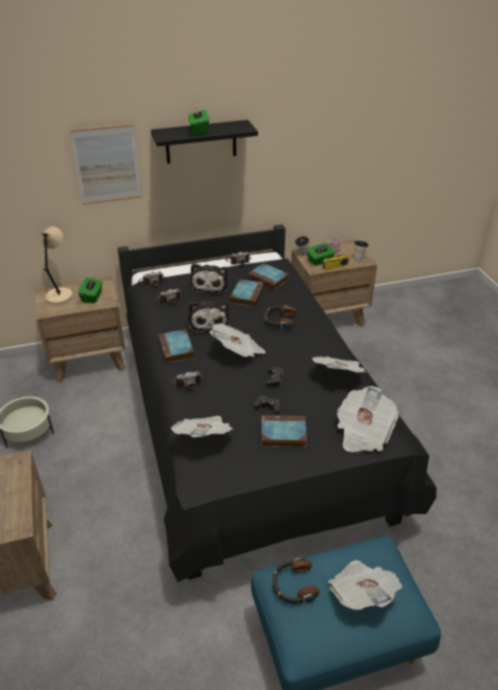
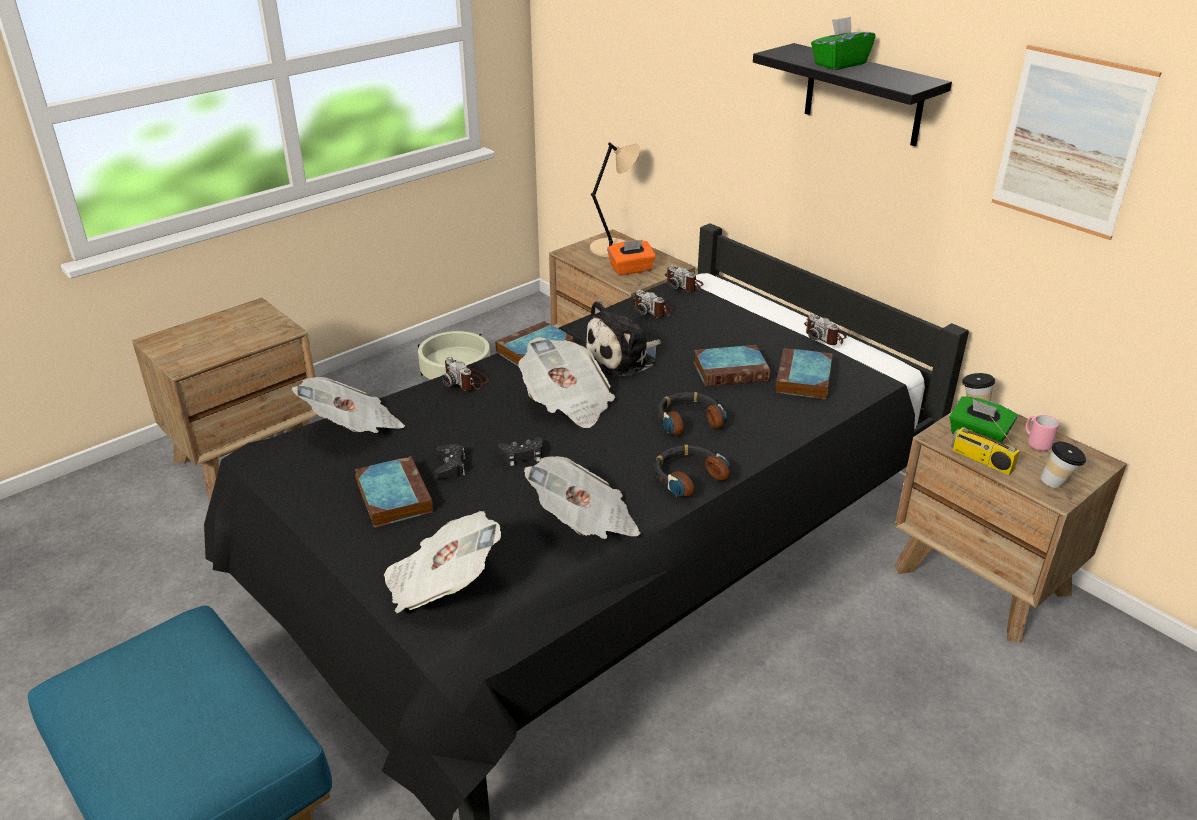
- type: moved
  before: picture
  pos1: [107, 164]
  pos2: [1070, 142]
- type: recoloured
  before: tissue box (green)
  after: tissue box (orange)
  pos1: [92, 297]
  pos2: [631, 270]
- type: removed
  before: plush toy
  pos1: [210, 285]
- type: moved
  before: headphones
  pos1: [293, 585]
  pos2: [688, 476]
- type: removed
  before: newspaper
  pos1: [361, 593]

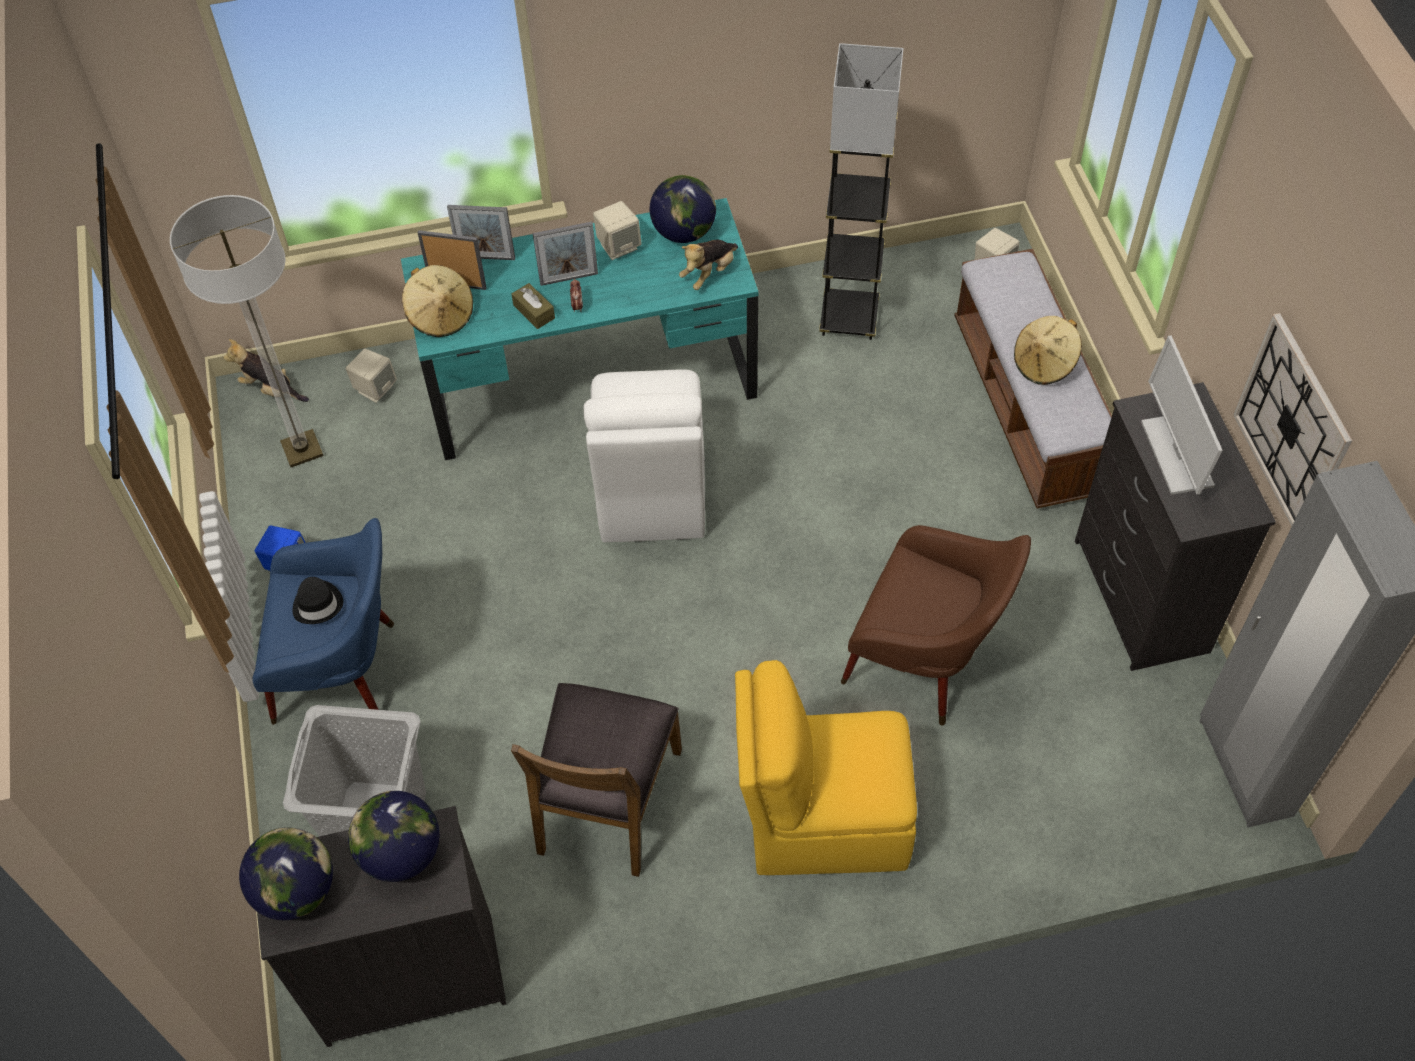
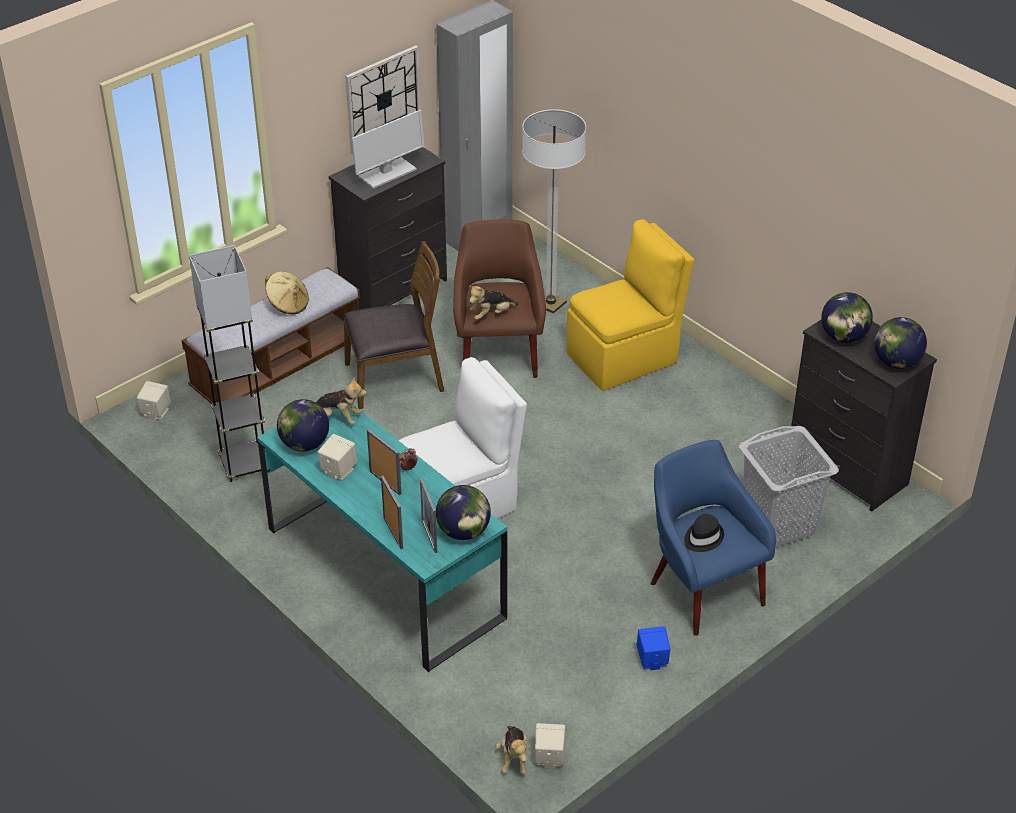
- type: moved
  before: floor lamp
  pos1: [302, 449]
  pos2: [550, 304]
- type: moved
  before: speaker (beige)
  pos1: [375, 388]
  pos2: [549, 757]
- type: replaced
  before: hat (beige)
  after: globe
  pos1: [441, 316]
  pos2: [463, 532]
- type: removed
  before: tissue box (brown)
  pos1: [534, 312]
- type: moved
  before: chair (brown)
  pos1: [606, 801]
  pos2: [395, 378]
- type: turned
  before: chair (yellow)
  pos1: [822, 819]
  pos2: [624, 357]
  turn: -90
- type: added
  after: plush toy
  pos2: [491, 314]

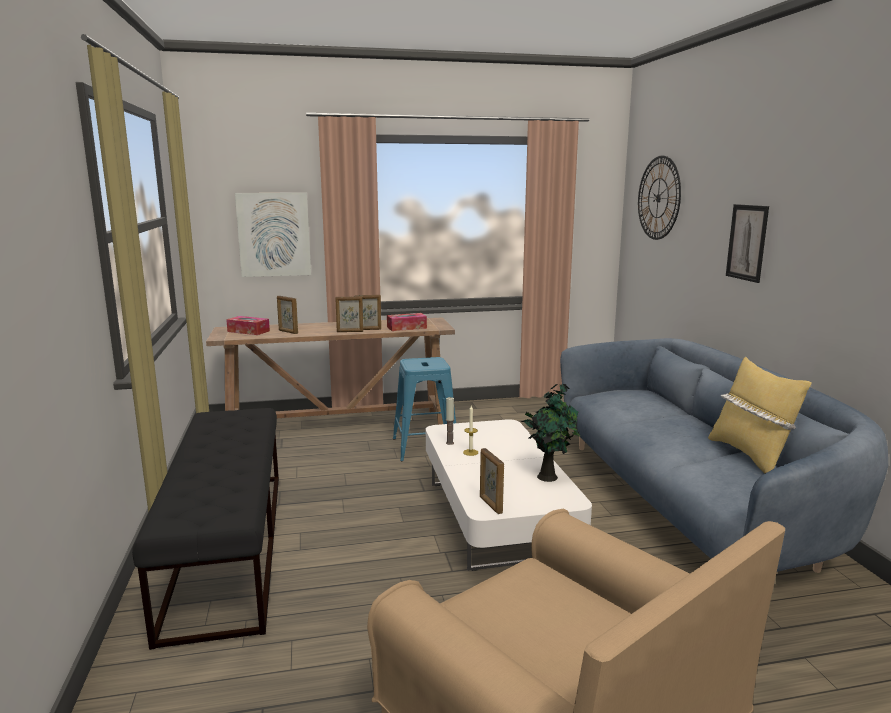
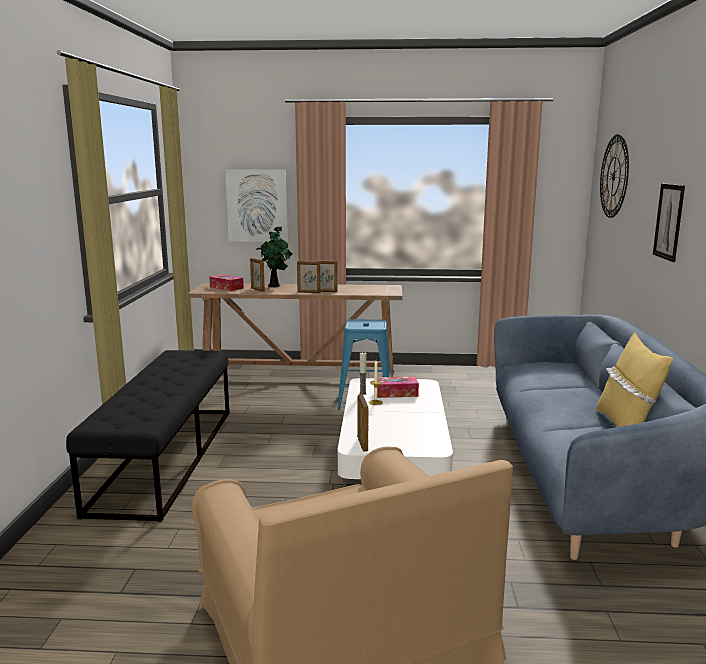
- type: moved
  before: tissue box
  pos1: [406, 327]
  pos2: [396, 393]
- type: moved
  before: potted plant
  pos1: [549, 476]
  pos2: [275, 285]

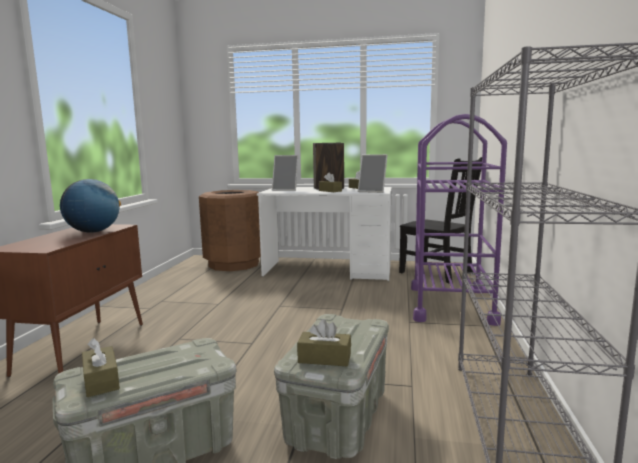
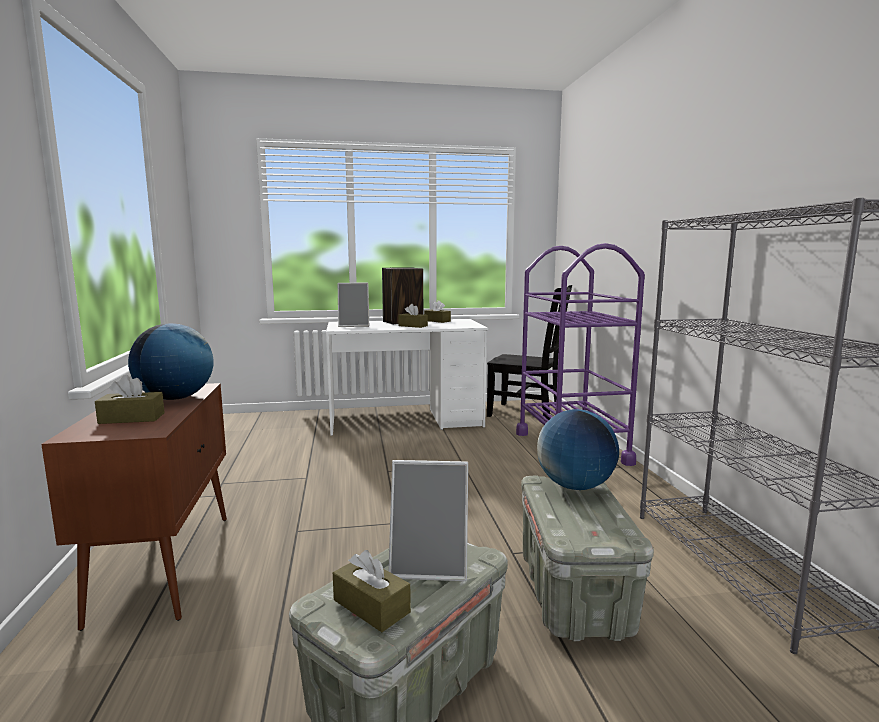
- type: removed
  before: trash can (brown)
  pos1: [234, 264]
- type: moved
  before: tissue box (brown)
  pos1: [324, 358]
  pos2: [132, 418]
- type: moved
  before: picture frame
  pos1: [373, 191]
  pos2: [430, 565]
- type: added
  after: globe
  pos2: [575, 486]

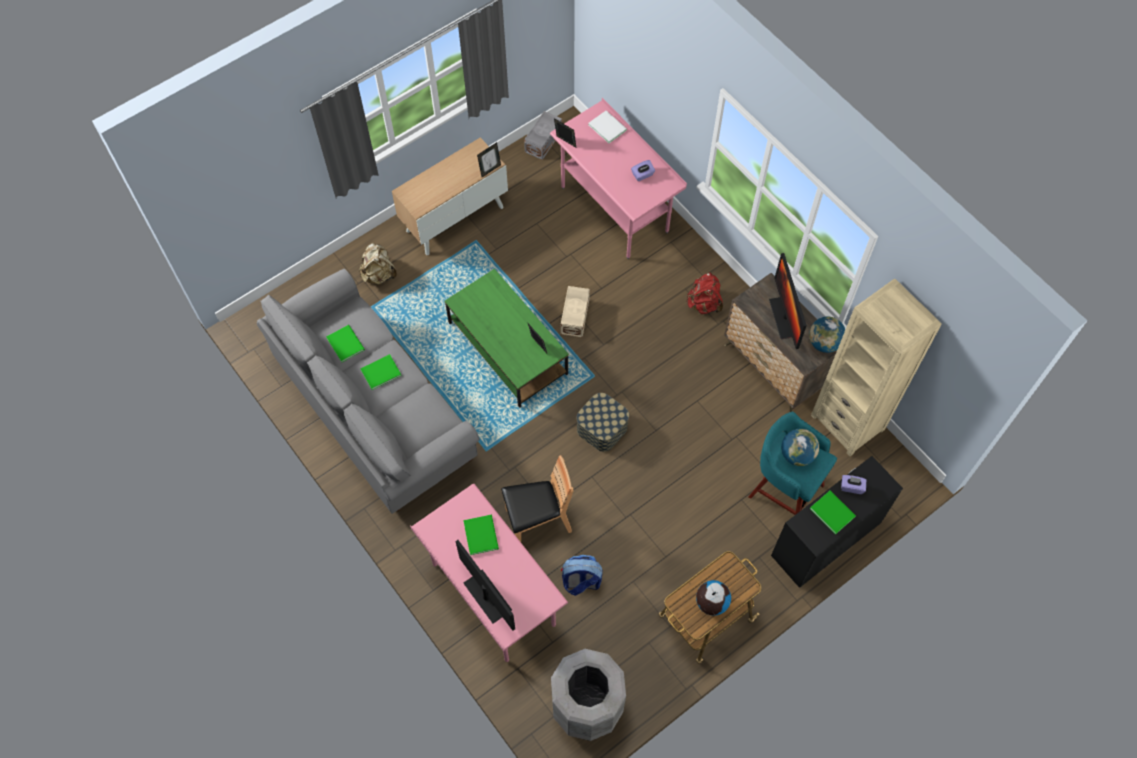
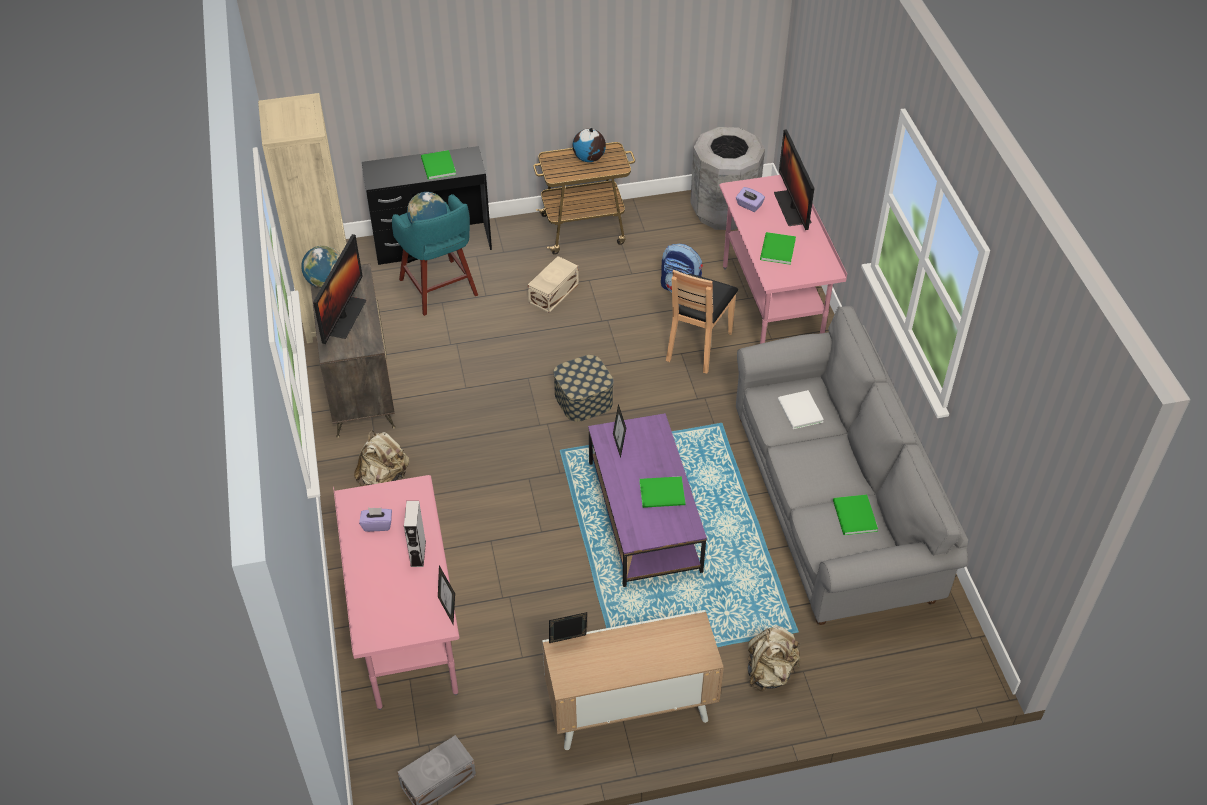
- type: moved
  before: book (green)
  pos1: [379, 372]
  pos2: [663, 494]
- type: recoloured
  before: coffee table (green)
  after: coffee table (purple)
  pos1: [507, 348]
  pos2: [644, 516]
- type: turned
  before: chair (brown)
  pos1: [538, 522]
  pos2: [698, 345]
  turn: -75
- type: moved
  before: storage box (beige)
  pos1: [575, 316]
  pos2: [552, 293]
- type: moved
  before: book (white)
  pos1: [607, 126]
  pos2: [799, 412]
- type: recoloured
  before: backpack (red)
  after: backpack (beige)
  pos1: [704, 304]
  pos2: [383, 477]
- type: moved
  before: tissue box (purple)
  pos1: [851, 487]
  pos2: [749, 205]
- type: added
  after: speaker (grey)
  pos2: [418, 553]

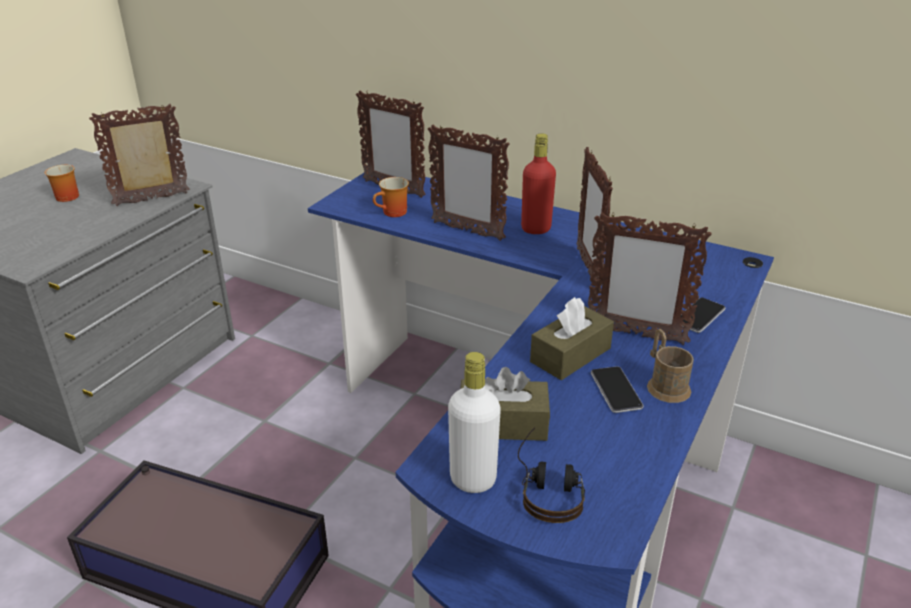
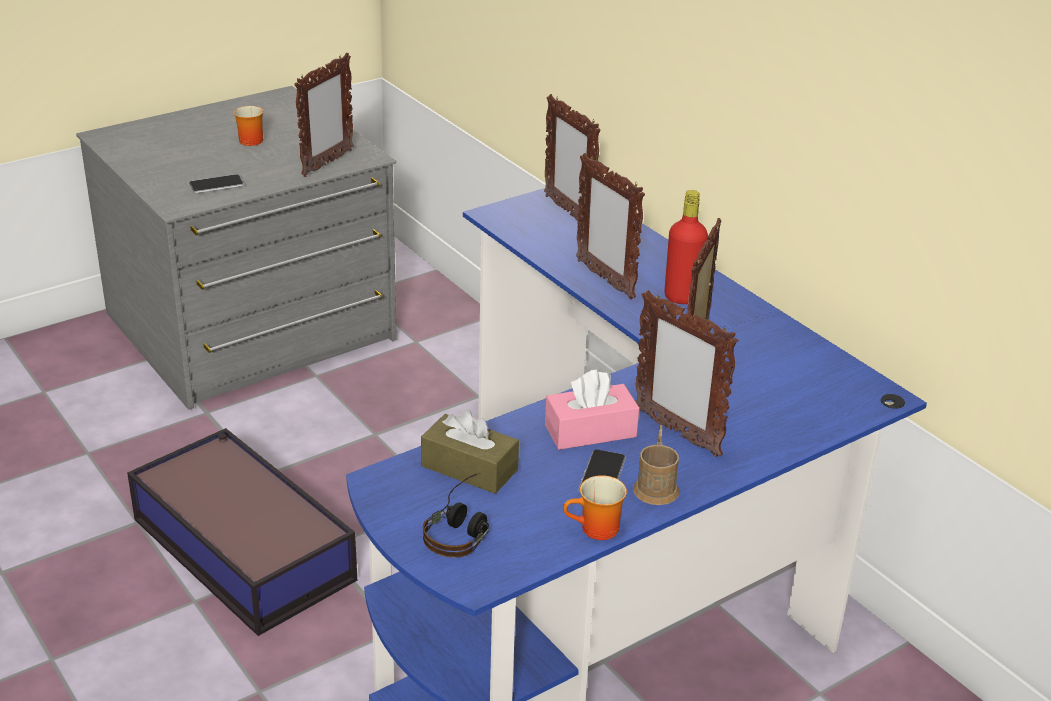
- type: turned
  before: picture frame
  pos1: [152, 199]
  pos2: [327, 163]
  turn: 120
- type: moved
  before: mug
  pos1: [393, 213]
  pos2: [596, 531]
- type: removed
  before: bottle (white)
  pos1: [473, 479]
- type: recoloured
  before: tissue box (brown)
  after: tissue box (pink)
  pos1: [570, 355]
  pos2: [590, 431]
- type: moved
  before: phone
  pos1: [699, 316]
  pos2: [216, 185]

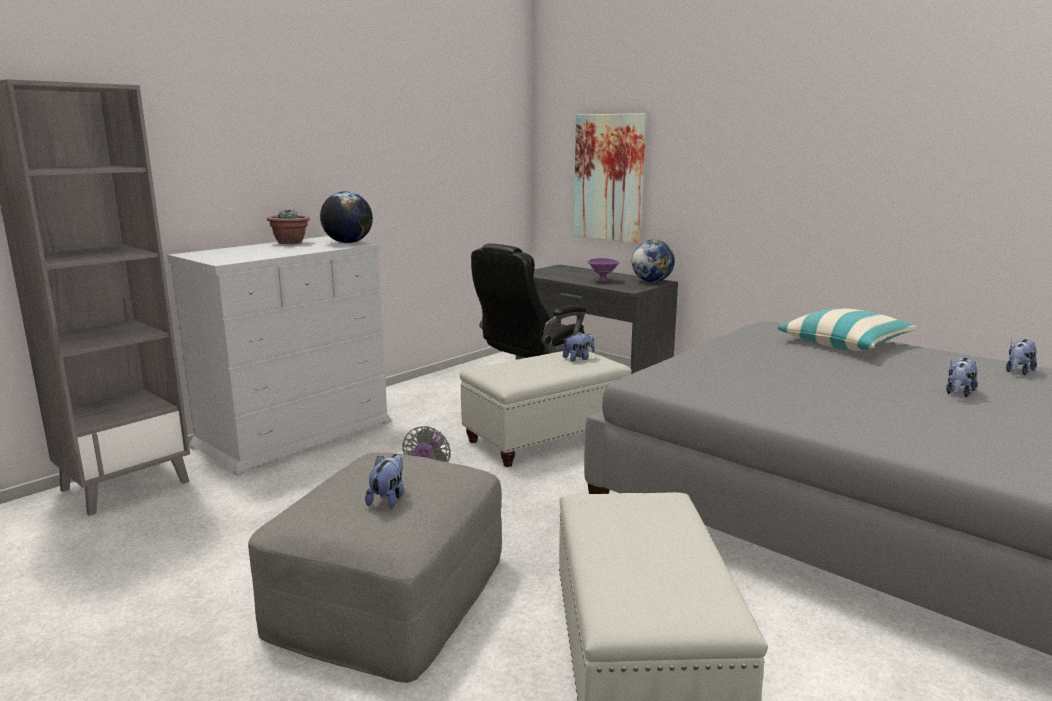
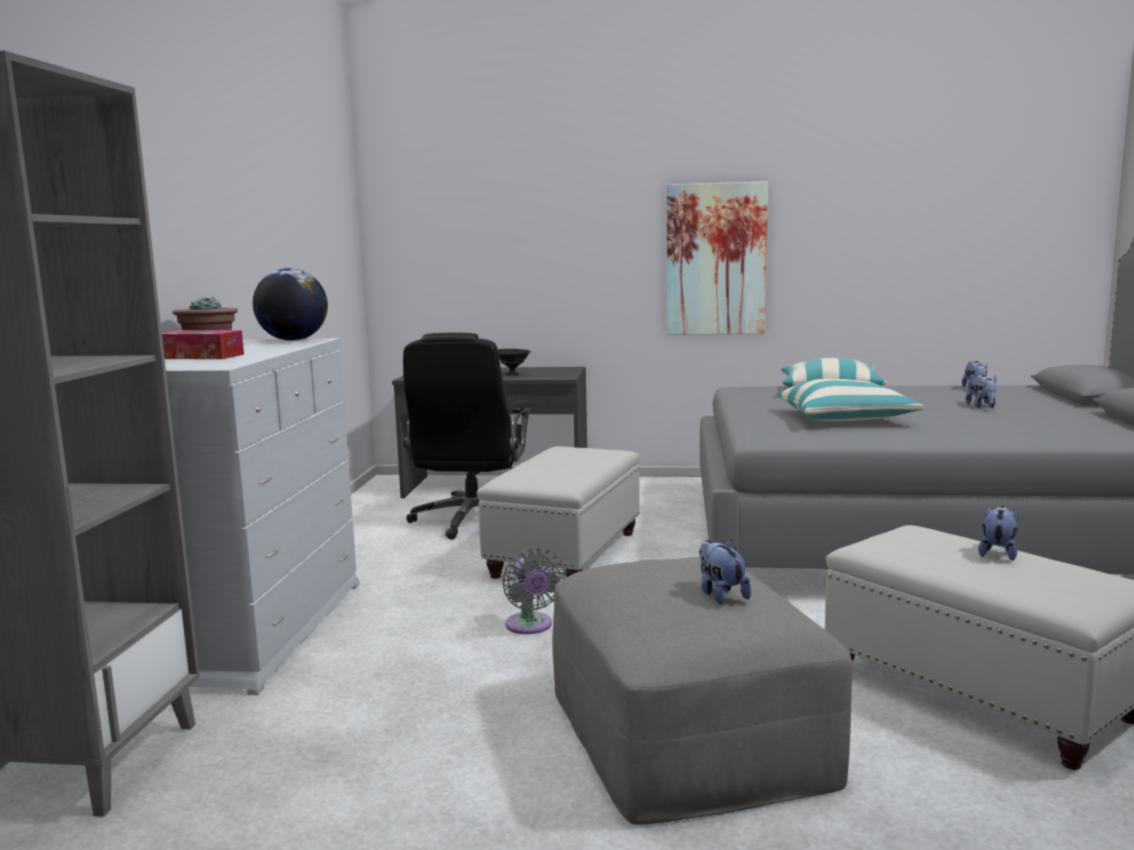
- type: moved
  before: plush toy
  pos1: [578, 359]
  pos2: [997, 553]
- type: moved
  before: picture
  pos1: [609, 178]
  pos2: [716, 259]
- type: recoloured
  before: bowl (purple)
  after: bowl (black)
  pos1: [603, 281]
  pos2: [513, 374]
- type: removed
  before: globe
  pos1: [651, 281]
- type: added
  after: tissue box
  pos2: [201, 356]
- type: added
  after: pillow
  pos2: [845, 419]

